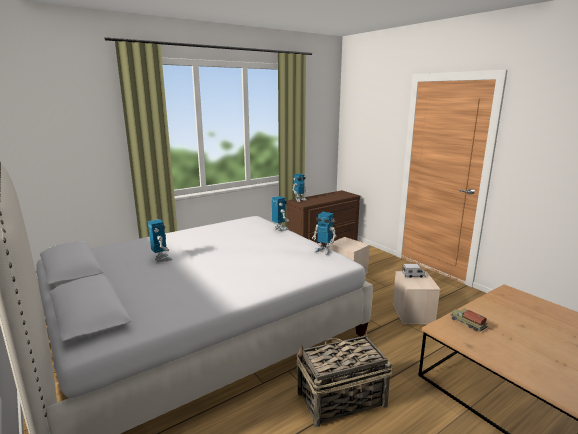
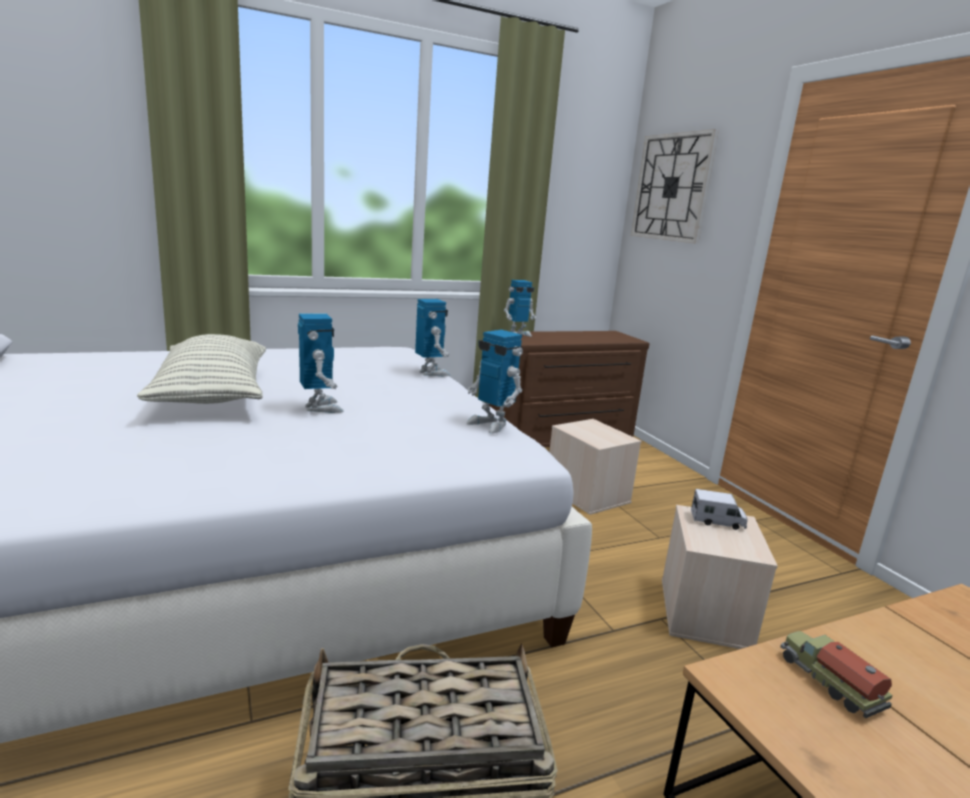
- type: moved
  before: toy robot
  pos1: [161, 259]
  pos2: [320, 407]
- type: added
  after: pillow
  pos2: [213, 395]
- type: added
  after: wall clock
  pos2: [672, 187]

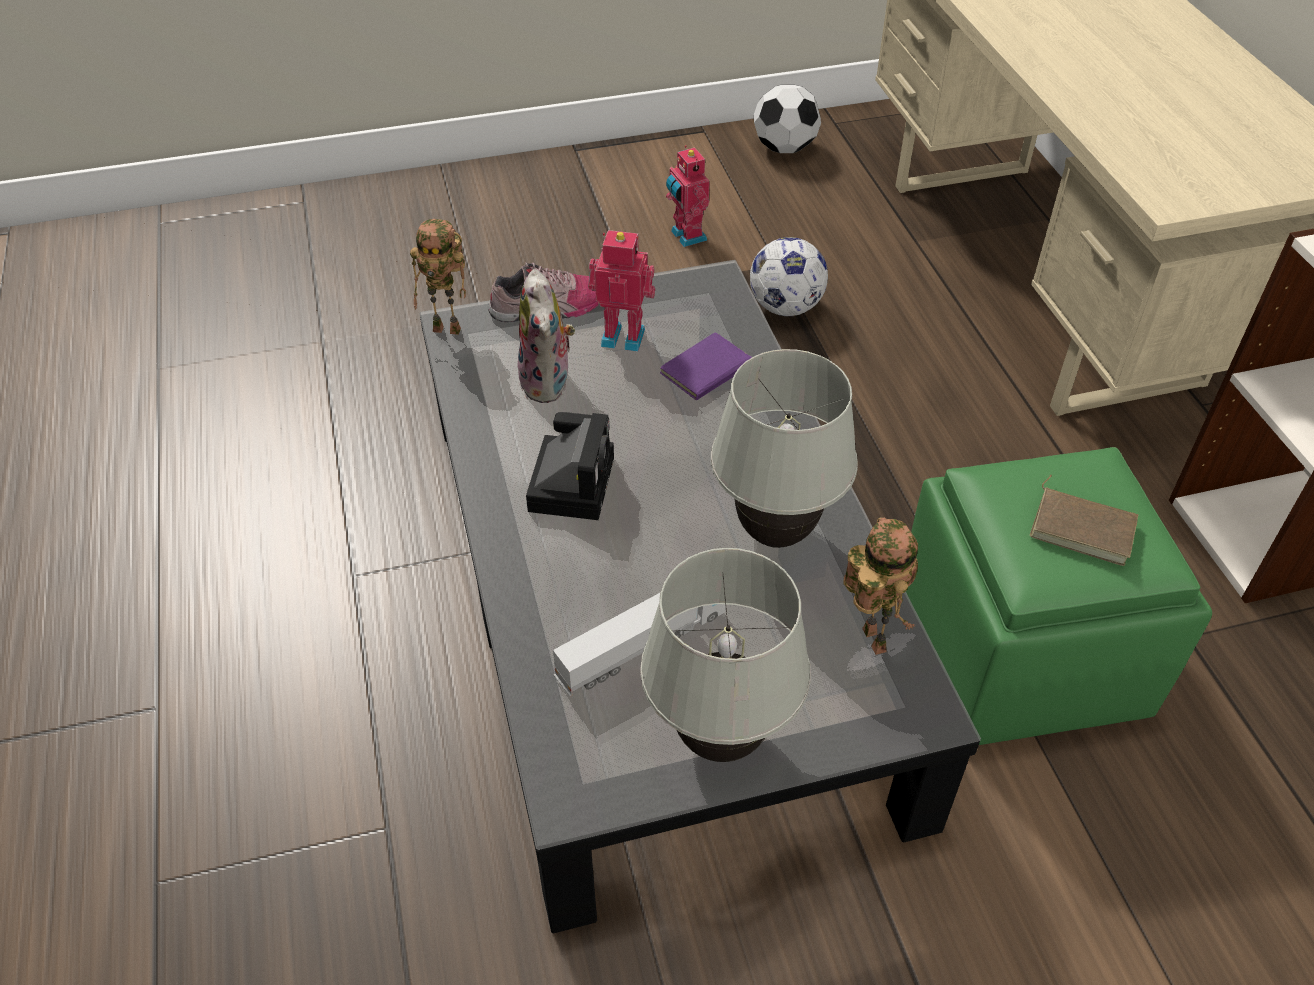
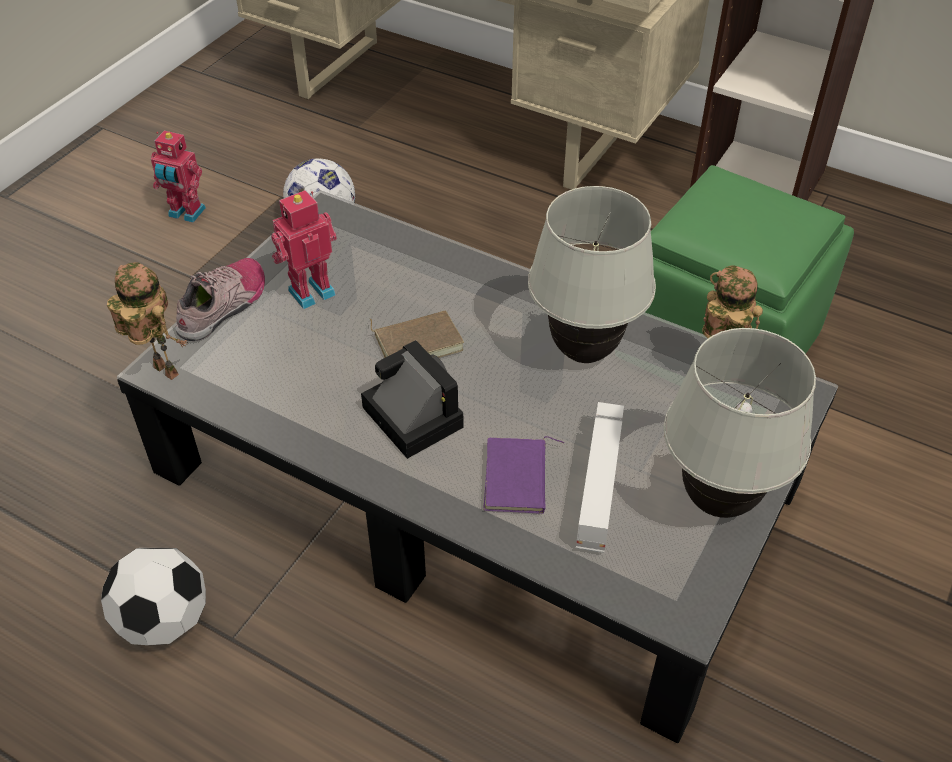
- type: turned
  before: toy robot
  pos1: [449, 328]
  pos2: [161, 372]
  turn: -105
- type: removed
  before: plush toy
  pos1: [549, 383]
- type: moved
  before: book (purple)
  pos1: [708, 372]
  pos2: [518, 479]
- type: moved
  before: football
  pos1: [784, 148]
  pos2: [165, 620]
- type: moved
  before: book (brown)
  pos1: [1083, 527]
  pos2: [418, 341]

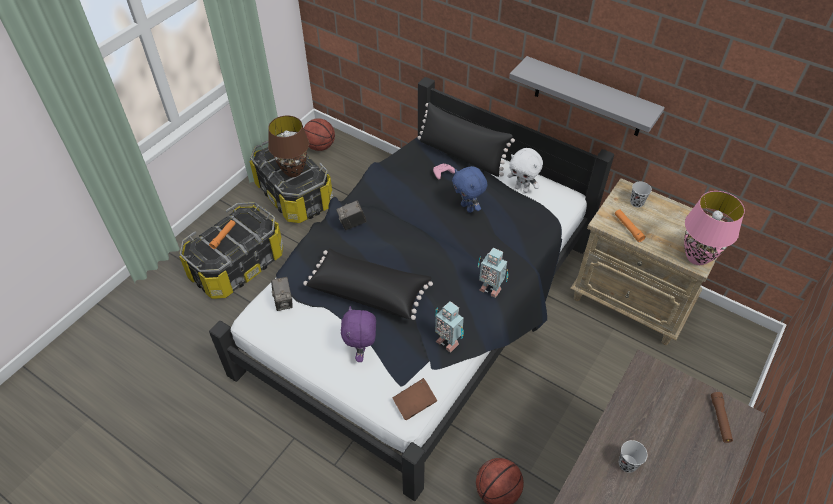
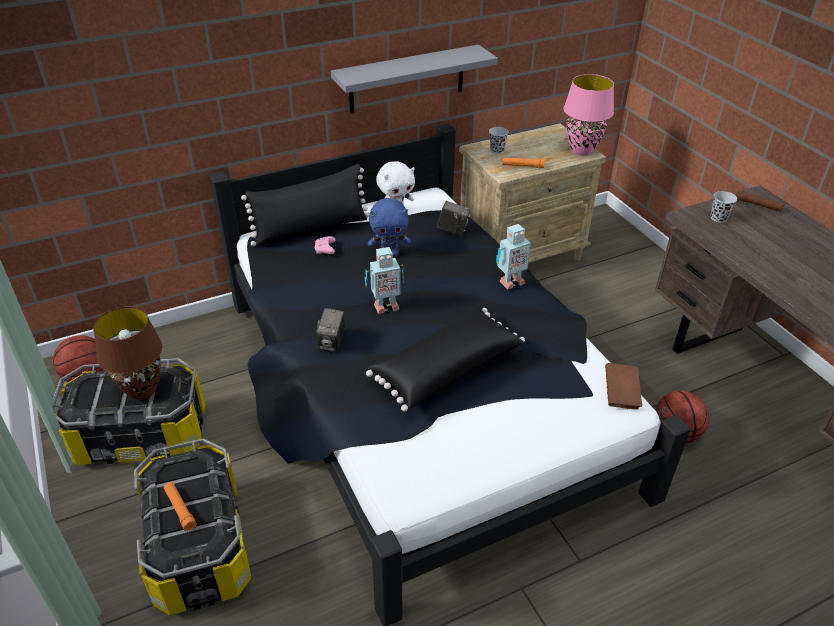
- type: moved
  before: photo camera
  pos1: [284, 301]
  pos2: [453, 230]
- type: removed
  before: plush toy (purple)
  pos1: [362, 351]
- type: moved
  before: toy robot
  pos1: [447, 341]
  pos2: [385, 306]
- type: moved
  before: cup (black)
  pos1: [627, 464]
  pos2: [718, 218]

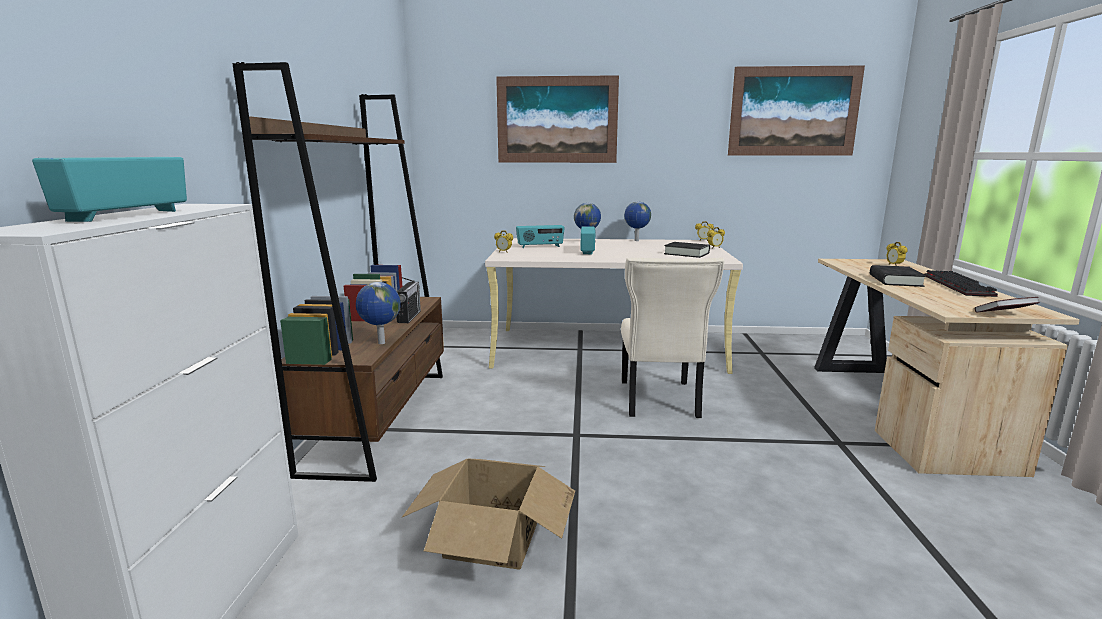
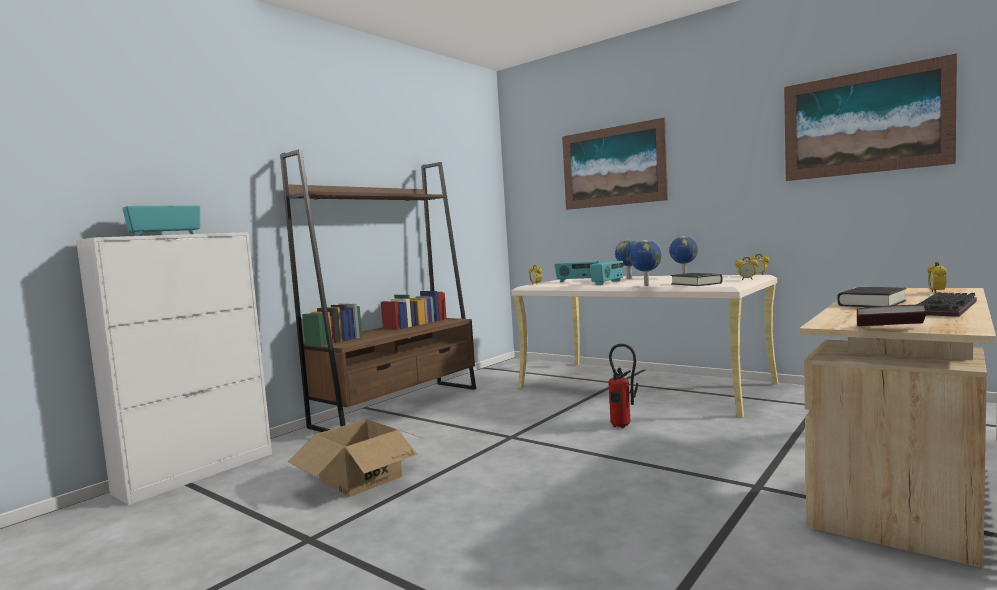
- type: moved
  before: globe
  pos1: [380, 343]
  pos2: [646, 286]
- type: removed
  before: radio
  pos1: [409, 317]
- type: replaced
  before: chair (beige)
  after: fire extinguisher
  pos1: [659, 401]
  pos2: [623, 426]

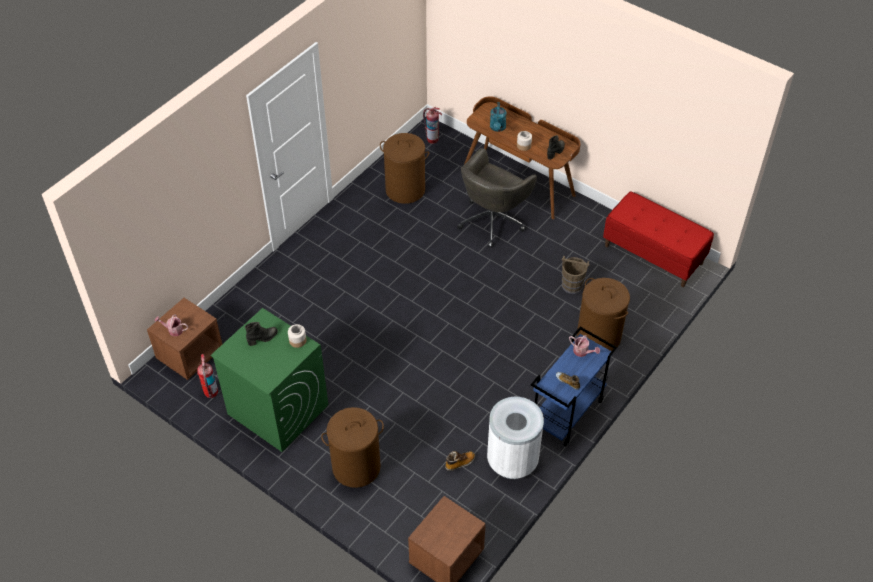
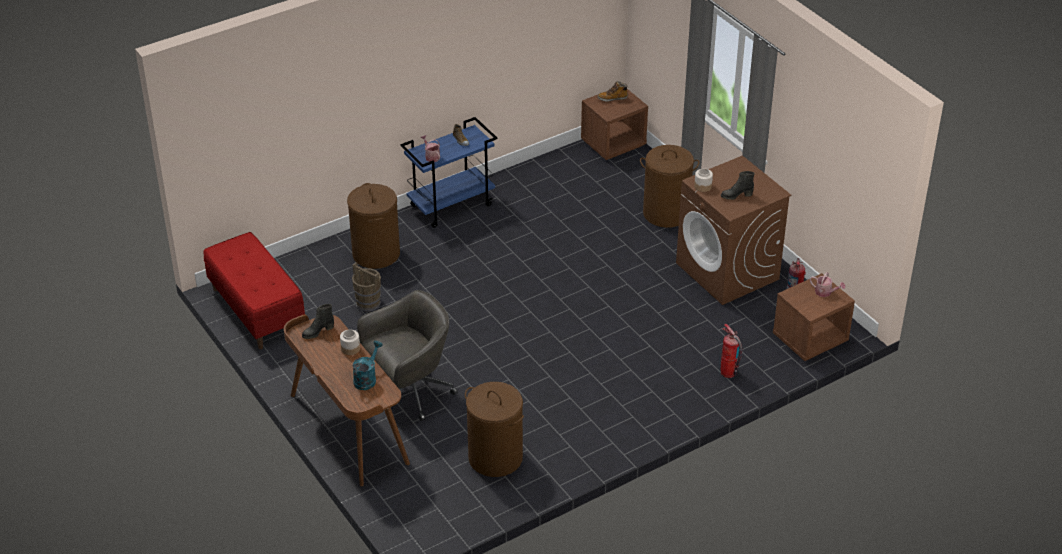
- type: recoloured
  before: washing machine (green)
  after: washing machine (brown)
  pos1: [277, 409]
  pos2: [728, 271]
- type: moved
  before: fire extinguisher
  pos1: [432, 139]
  pos2: [728, 373]
- type: moved
  before: boot
  pos1: [460, 463]
  pos2: [612, 98]
- type: removed
  before: trash can (white)
  pos1: [512, 461]

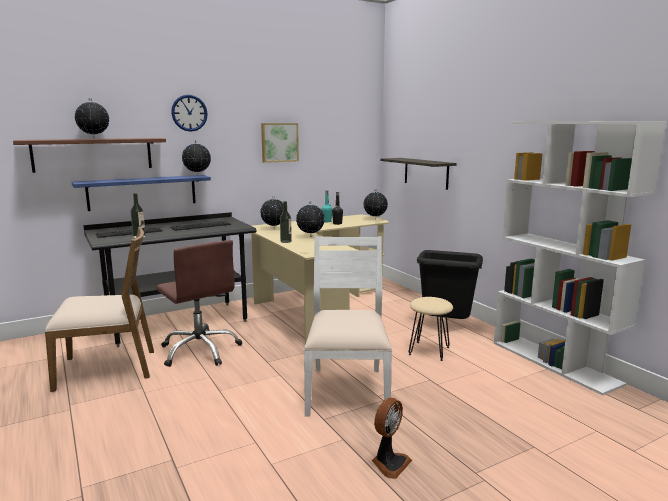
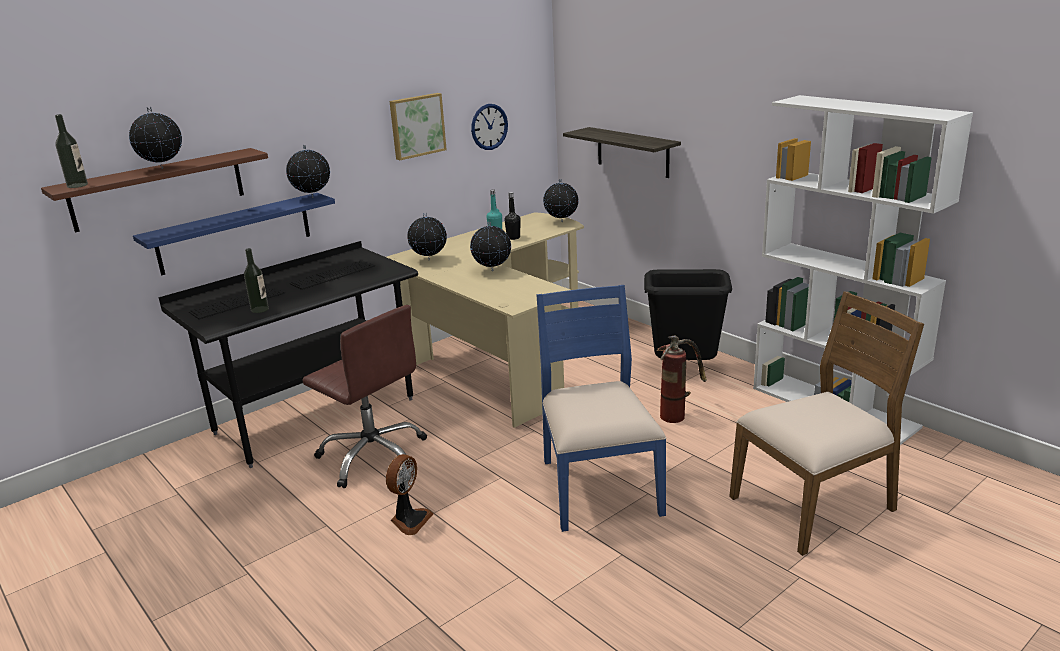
- type: moved
  before: chair (brown)
  pos1: [107, 368]
  pos2: [815, 504]
- type: moved
  before: wall clock
  pos1: [189, 113]
  pos2: [489, 127]
- type: moved
  before: bottle
  pos1: [286, 241]
  pos2: [77, 185]
- type: recoloured
  before: chair (white)
  after: chair (blue)
  pos1: [347, 390]
  pos2: [598, 486]
- type: moved
  before: fan
  pos1: [389, 463]
  pos2: [409, 520]
- type: replaced
  before: stool (beige)
  after: fire extinguisher
  pos1: [429, 351]
  pos2: [677, 412]

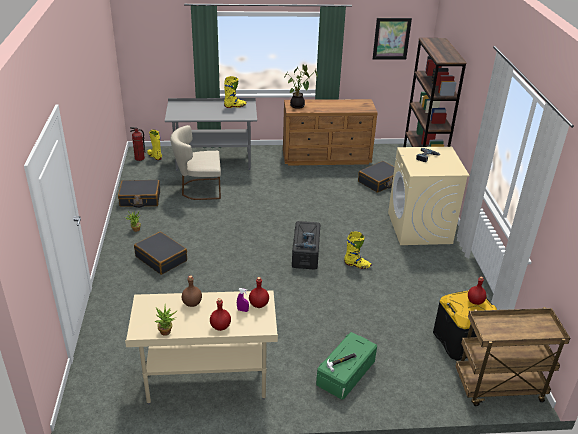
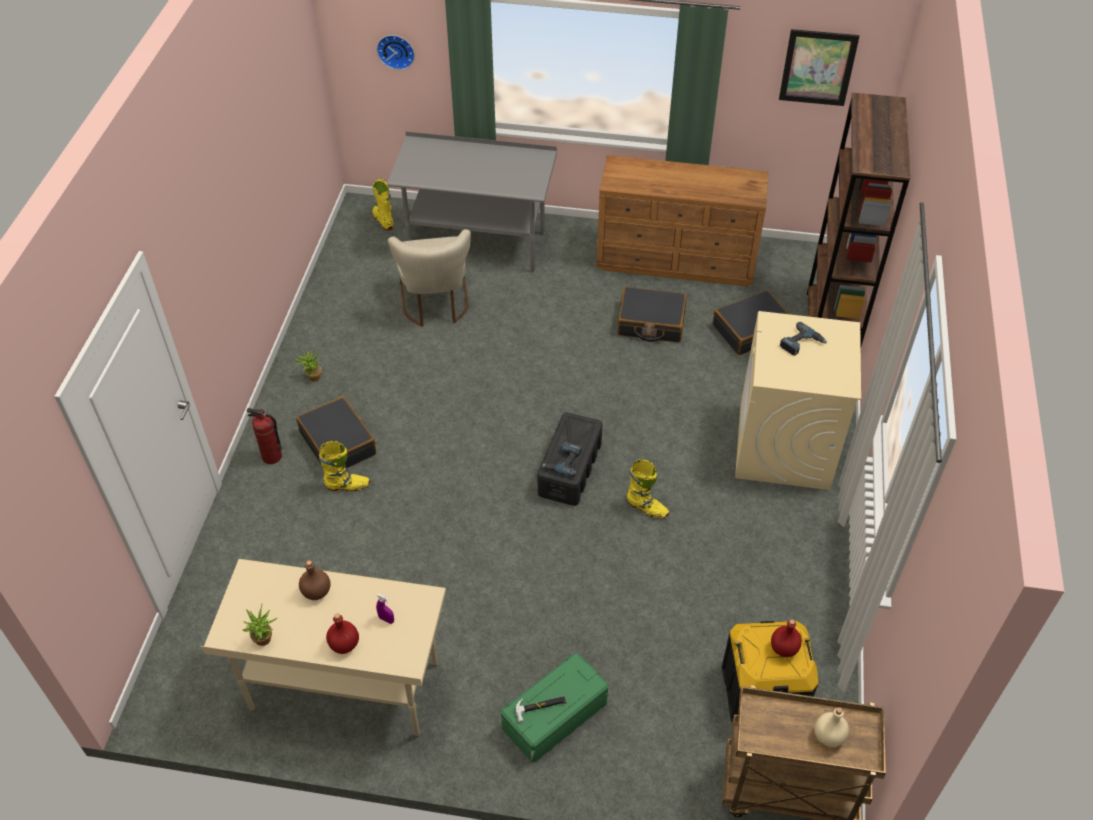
- type: moved
  before: suitcase (black)
  pos1: [140, 199]
  pos2: [651, 323]
- type: moved
  before: fire extinguisher
  pos1: [139, 158]
  pos2: [271, 457]
- type: turned
  before: chair (beige)
  pos1: [198, 189]
  pos2: [435, 305]
  turn: -105
- type: moved
  before: boot (yellow)
  pos1: [235, 106]
  pos2: [347, 486]
- type: removed
  before: bottle (red)
  pos1: [258, 304]
- type: removed
  before: potted plant
  pos1: [298, 106]
- type: added
  after: wall clock
  pos2: [396, 50]
- type: added
  after: bottle (beige)
  pos2: [828, 736]

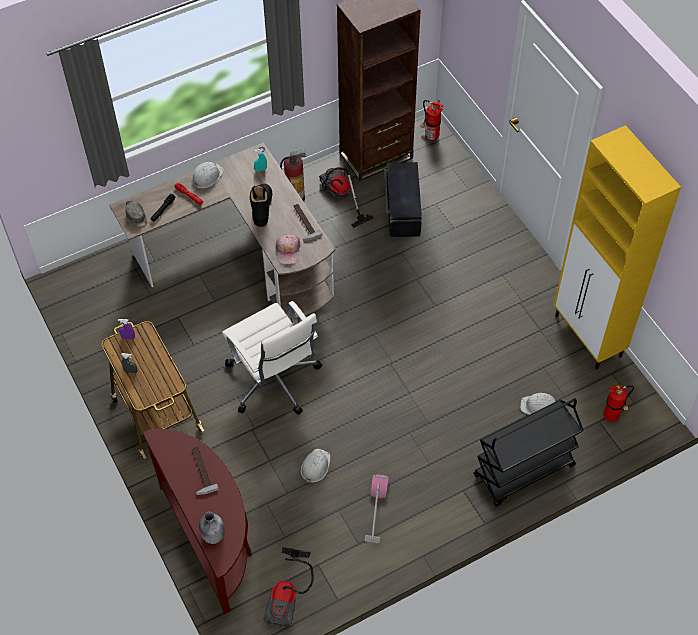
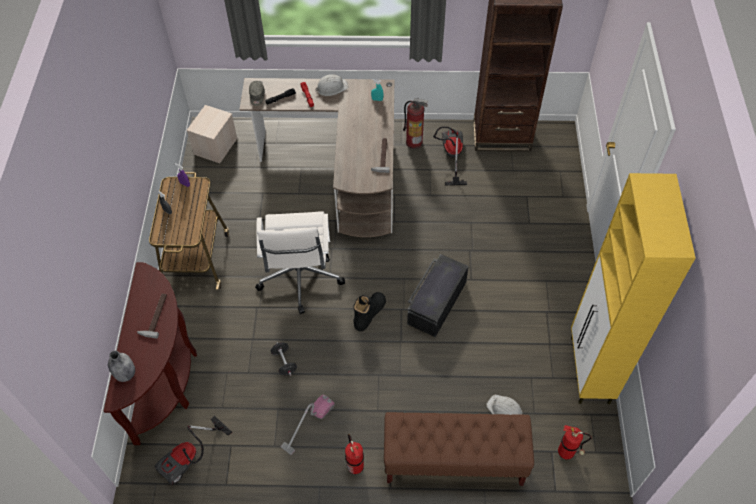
- type: moved
  before: boot (black)
  pos1: [262, 207]
  pos2: [369, 313]
- type: removed
  before: cap (pink)
  pos1: [288, 251]
- type: replaced
  before: hard hat (white)
  after: dumbbell (black)
  pos1: [315, 466]
  pos2: [284, 363]
- type: moved
  before: storage box (black)
  pos1: [402, 209]
  pos2: [436, 302]
- type: moved
  before: fire extinguisher
  pos1: [430, 136]
  pos2: [354, 465]
- type: replaced
  before: cart (black)
  after: bench (brown)
  pos1: [523, 472]
  pos2: [453, 460]
- type: added
  after: storage box (beige)
  pos2: [215, 146]

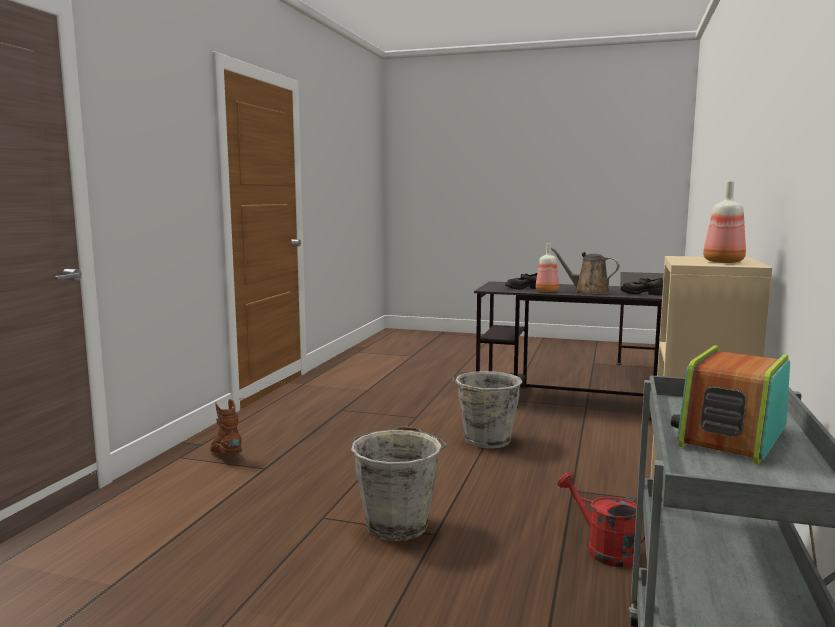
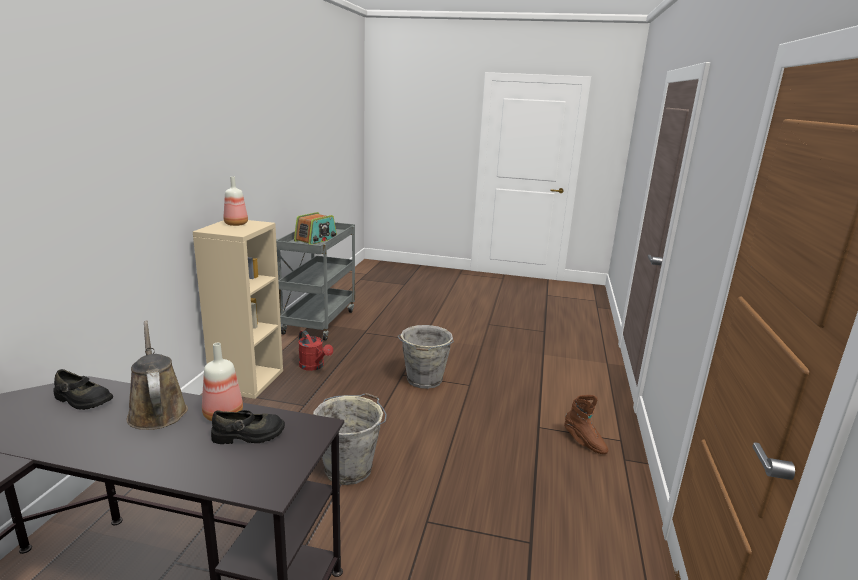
- type: turned
  before: watering can (brown)
  pos1: [588, 292]
  pos2: [157, 411]
  turn: -150

